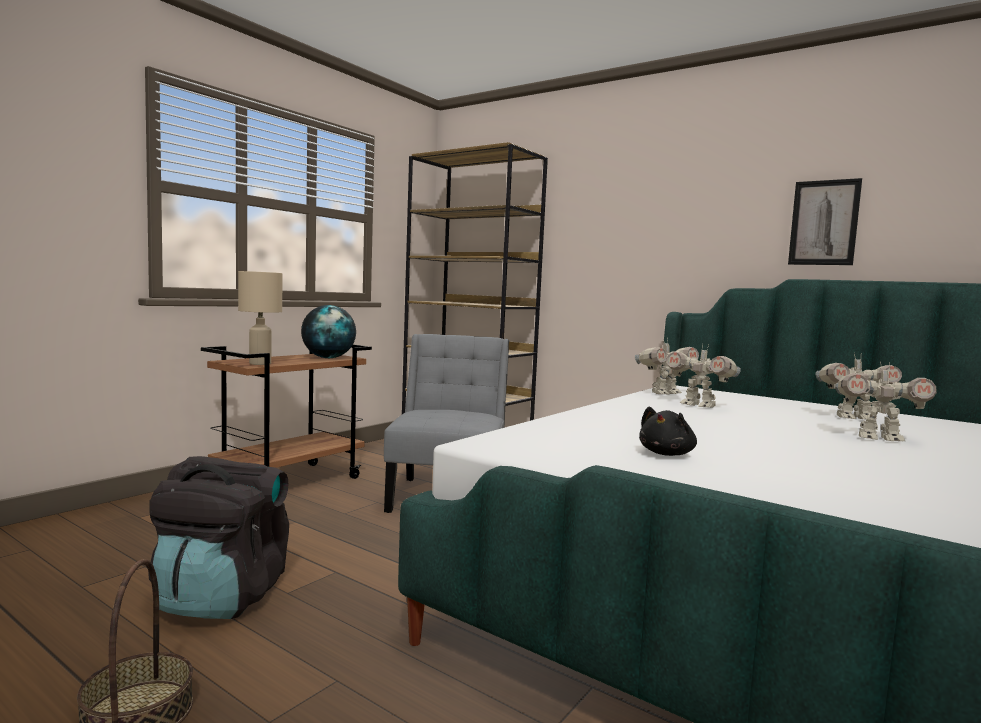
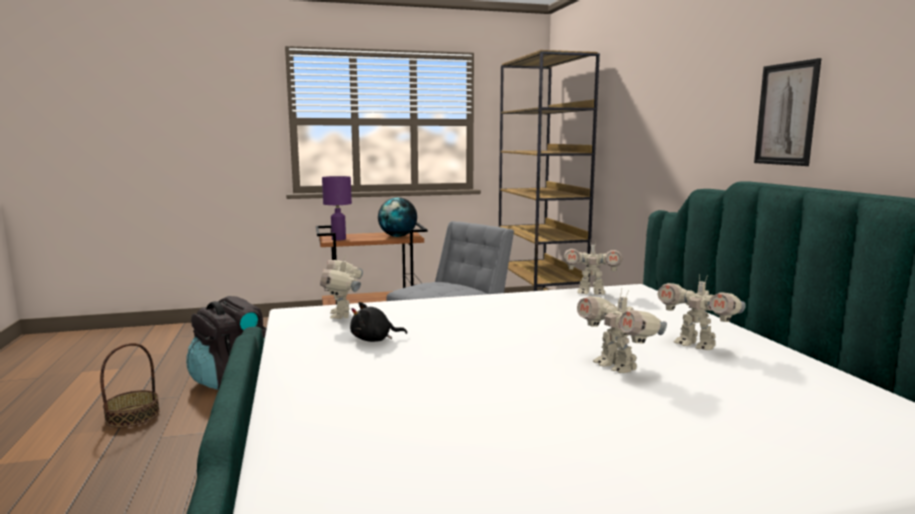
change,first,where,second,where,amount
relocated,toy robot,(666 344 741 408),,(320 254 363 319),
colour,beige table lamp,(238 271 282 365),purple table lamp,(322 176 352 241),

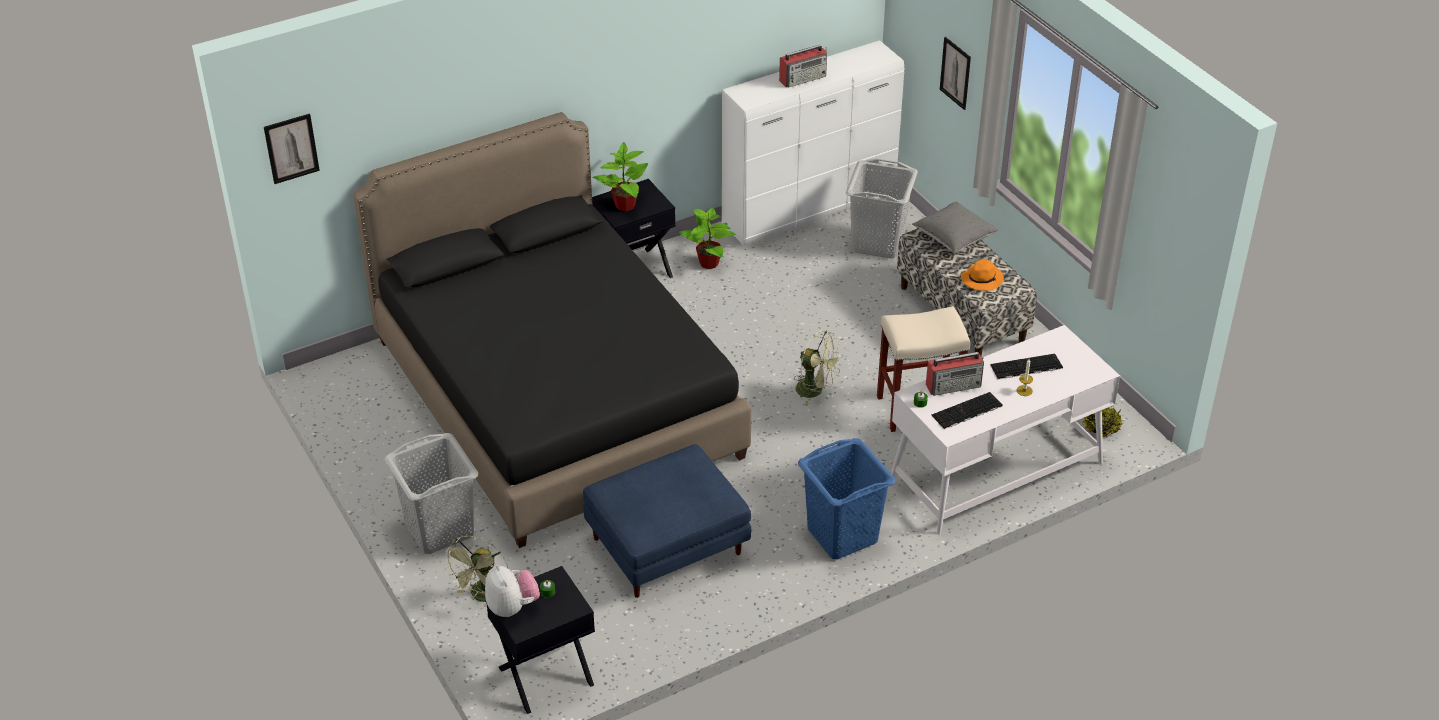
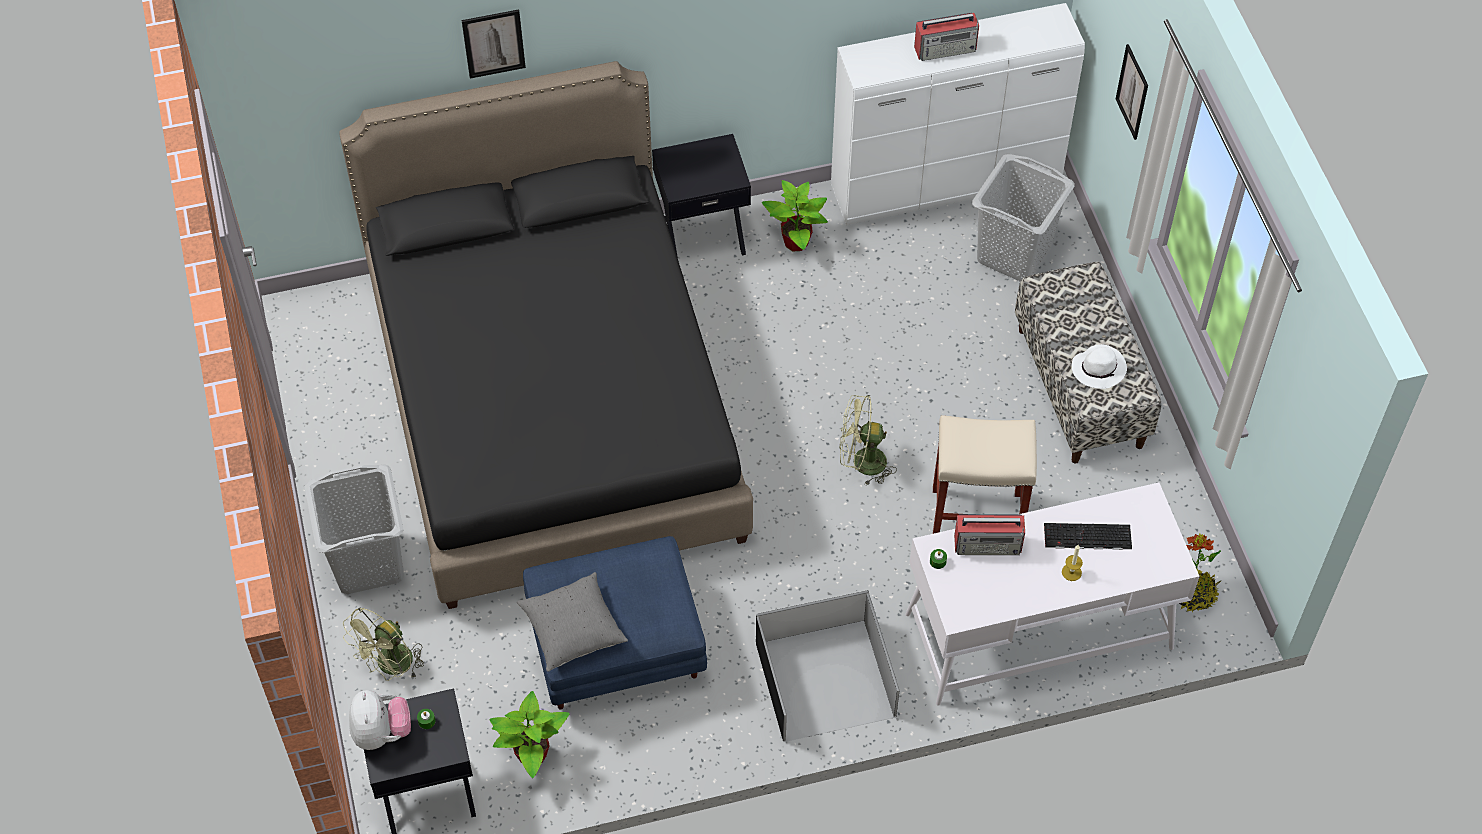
change,first,where,second,where,amount
missing,keyboard,(931 392 1003 429),,,
relocated,picture,(264 114 320 184),,(462 10 526 78),
relocated,potted plant,(593 142 648 211),,(490 691 569 778),
relocated,grey pillow,(912 201 999 253),,(517 572 628 671),
exchanged,blue laundry basket,(798 438 896 559),black storage box,(756 590 900 742),
colour,orange hat,(961 259 1004 291),white hat,(1072 344 1127 389),
spun,green fan,(794 330 843 406),,(840 395 897 486),135 degrees clockwise

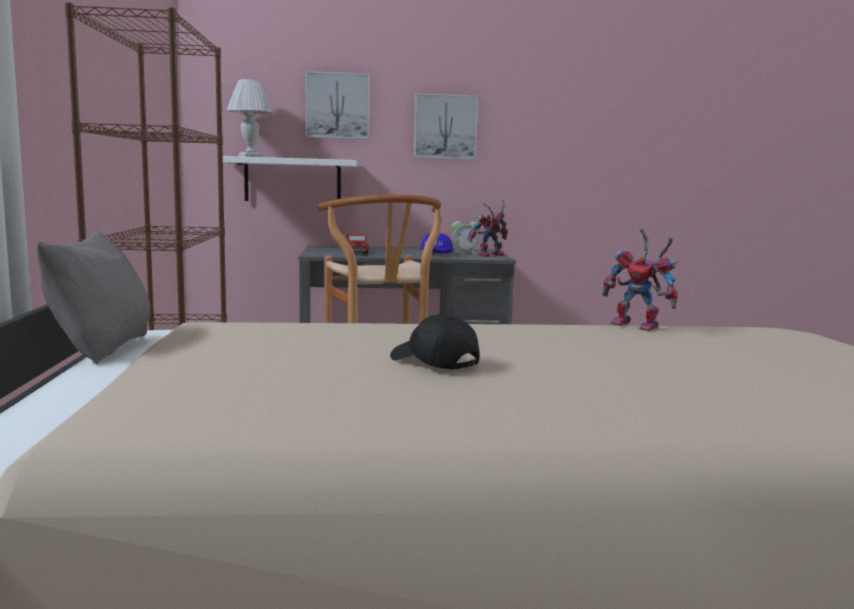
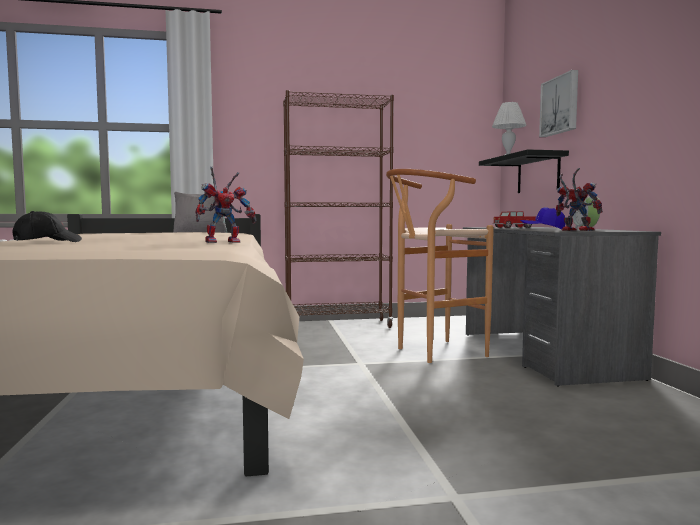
change,first,where,second,where,amount
missing,picture,(414 93 478 159),,,
relocated,black cap,(390 315 480 370),,(12 211 82 242),
colour,white shelf,(223 156 357 201),black shelf,(479 149 569 193),
spun,toy robot,(601 228 678 331),,(195 167 257 243),150 degrees counterclockwise

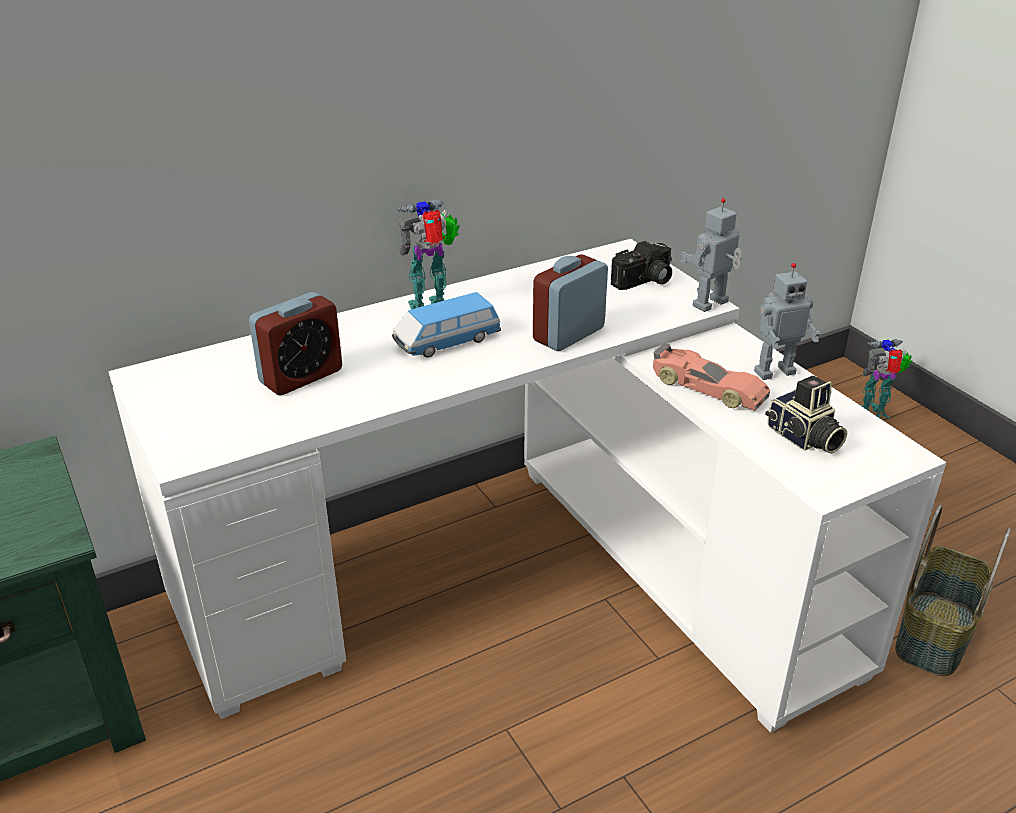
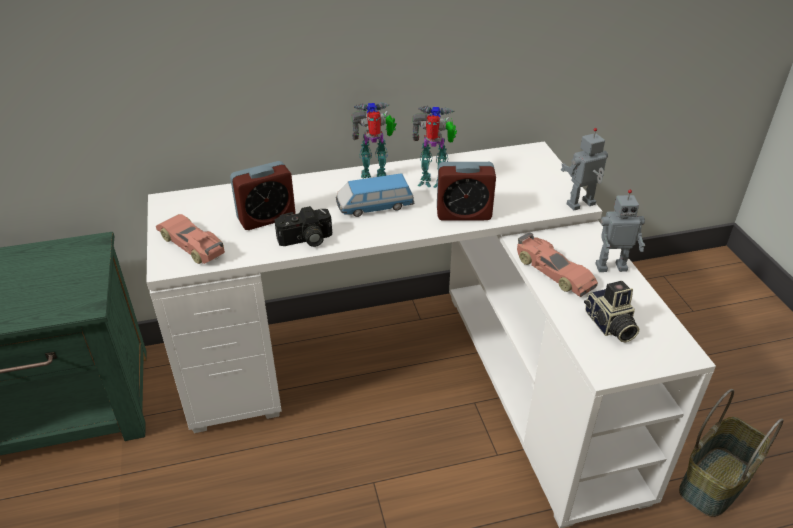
change,first,where,second,where,amount
appeared,,,toy car,(156 214 225 264),
relocated,photo camera,(611 241 672 290),,(275 206 332 247),
relocated,toy robot,(859 339 912 418),,(412 105 457 188),
spun,alarm clock,(533 254 608 351),,(437 162 496 221),150 degrees counterclockwise

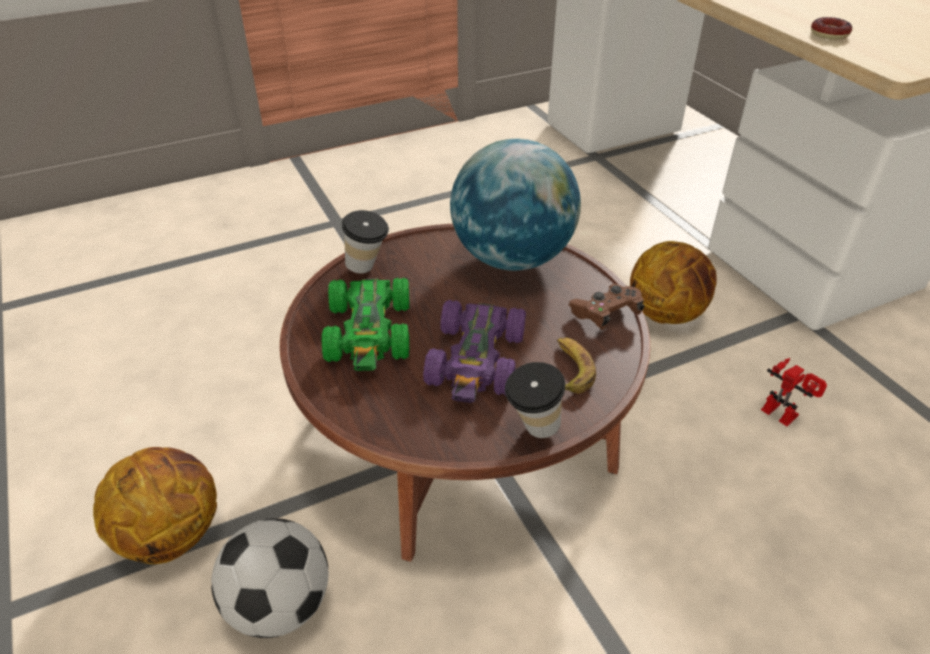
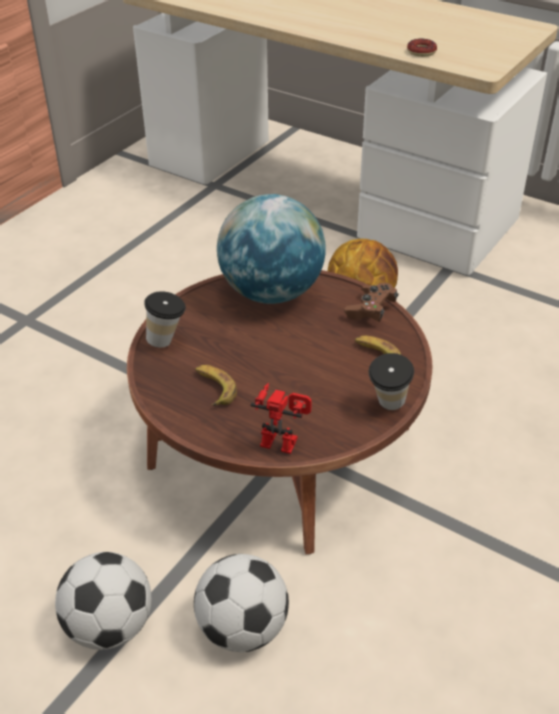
change,first,where,second,where,amount
missing,purple toy car,(423 300 526 403),,,
relocated,toy robot,(761 358 827 426),,(250 383 312 454),
exchanged,basketball,(93 447 217 564),football,(55 552 151 650),
exchanged,green toy car,(322 278 409 371),banana,(195 365 237 406),

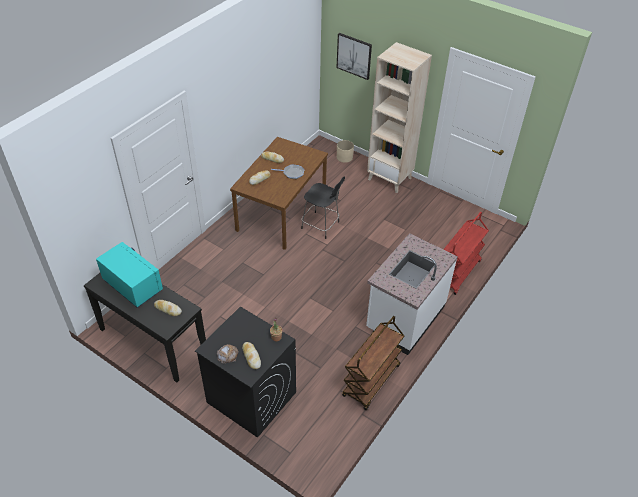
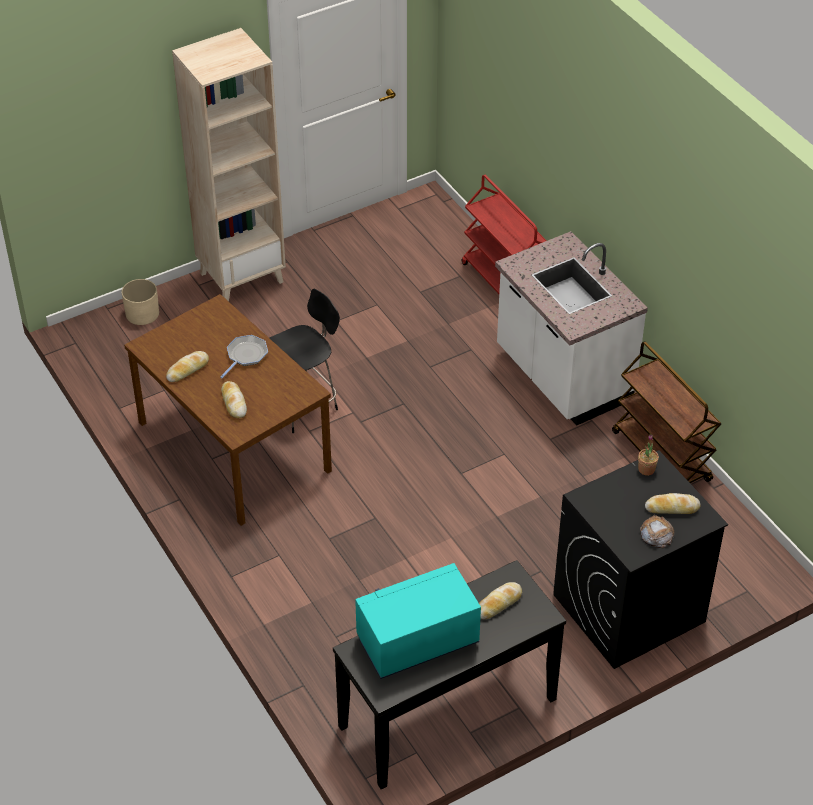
change,first,where,second,where,amount
missing,picture,(336 33 372 80),,,

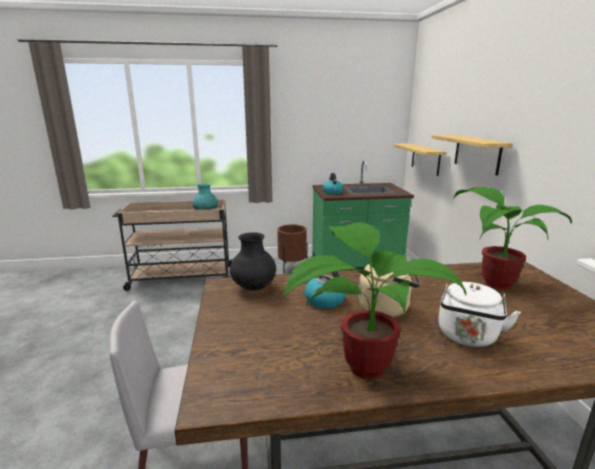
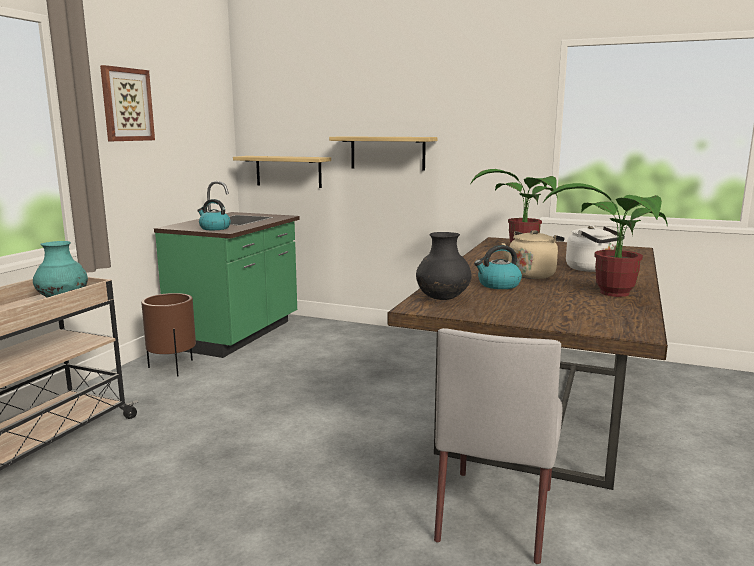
change,first,where,second,where,amount
appeared,,,picture,(100 65 155 141),

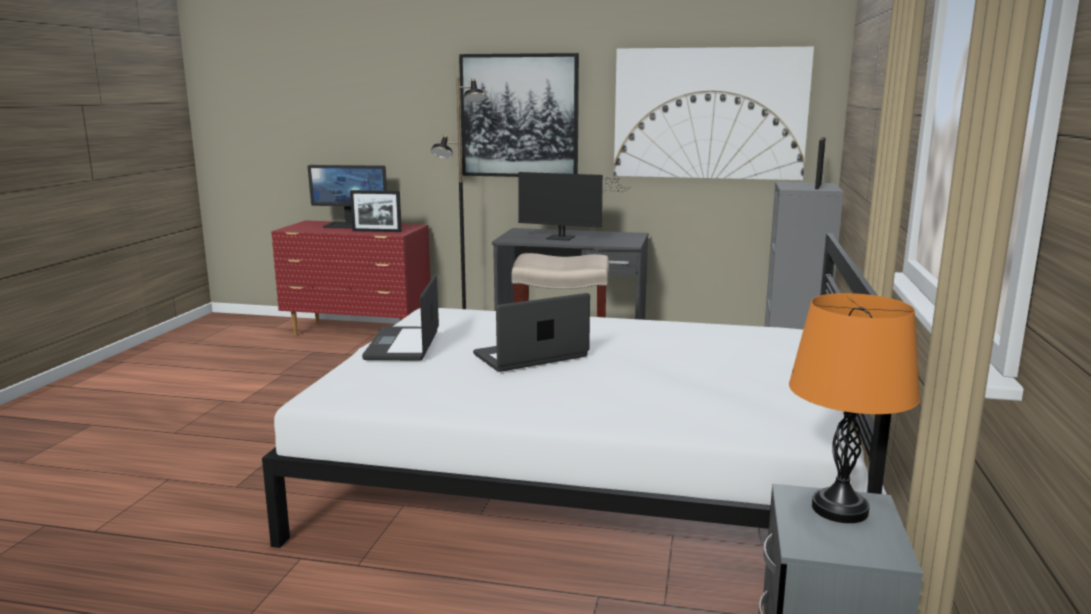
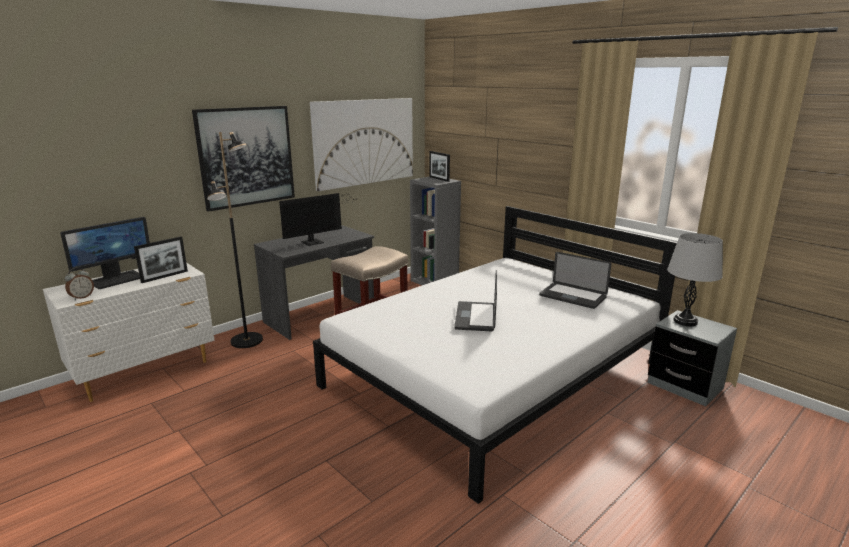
change,first,where,second,where,amount
appeared,,,alarm clock,(65 268 94 300),
relocated,laptop,(362 273 439 360),,(539 252 611 309),
colour,red dresser,(271 220 431 336),white dresser,(43 263 215 402),
colour,orange table lamp,(789 293 920 523),grey table lamp,(667 233 723 326),

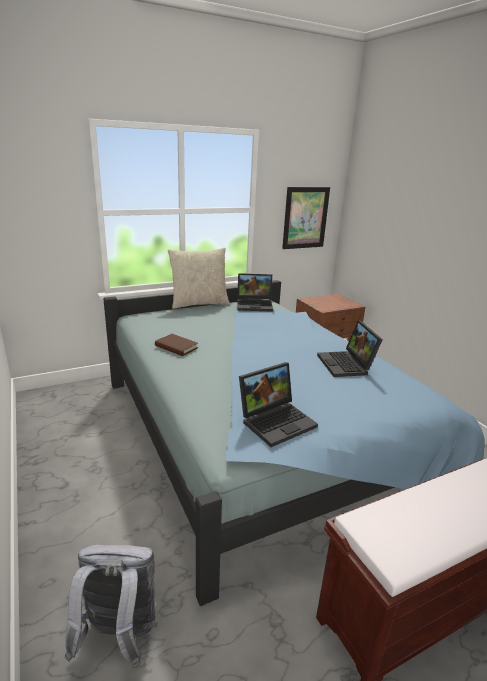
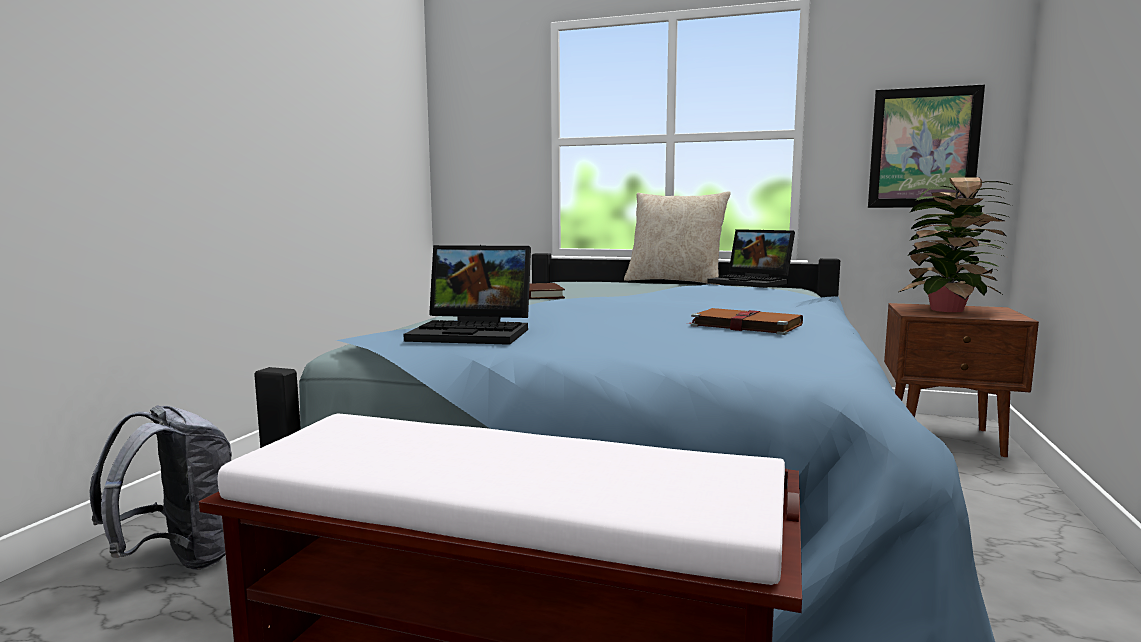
change,first,where,second,where,amount
appeared,,,potted plant,(898 177 1012 312),
exchanged,laptop,(317 320 383 377),brown book,(687 308 803 335),

